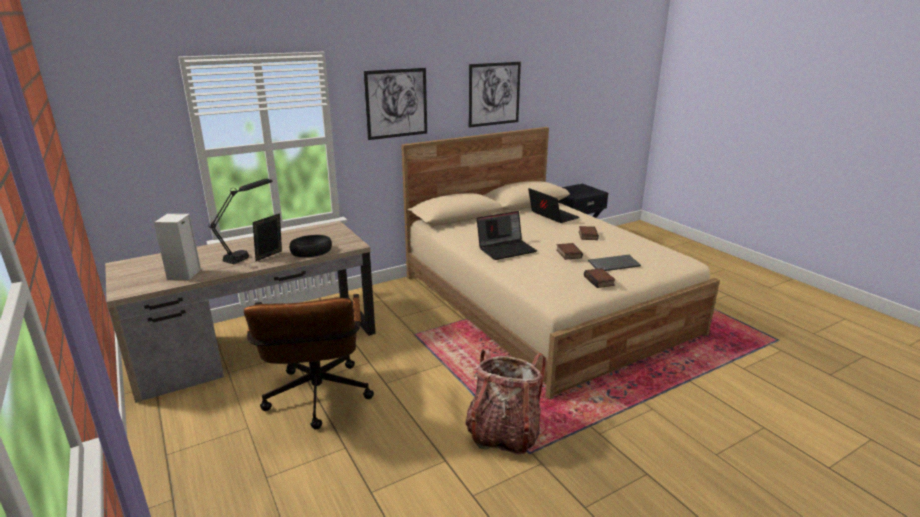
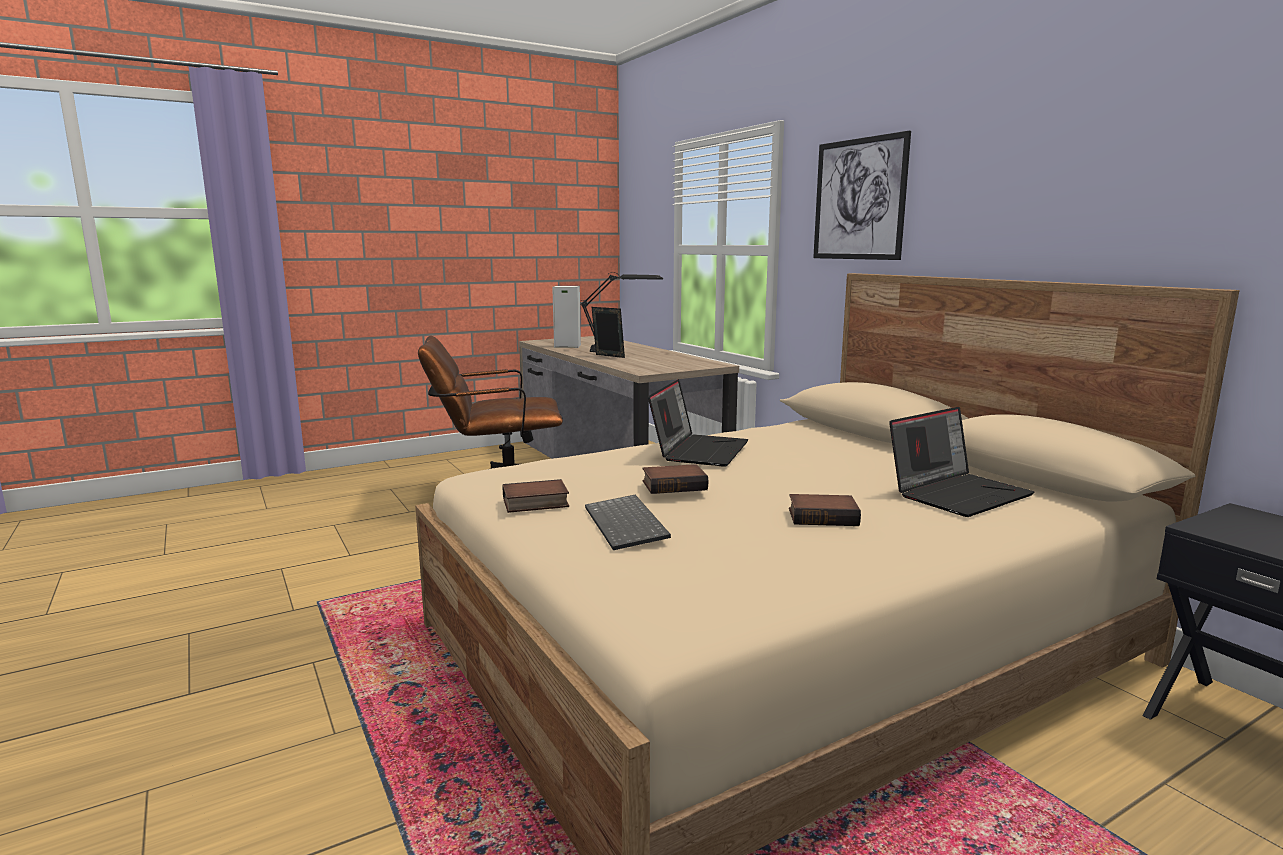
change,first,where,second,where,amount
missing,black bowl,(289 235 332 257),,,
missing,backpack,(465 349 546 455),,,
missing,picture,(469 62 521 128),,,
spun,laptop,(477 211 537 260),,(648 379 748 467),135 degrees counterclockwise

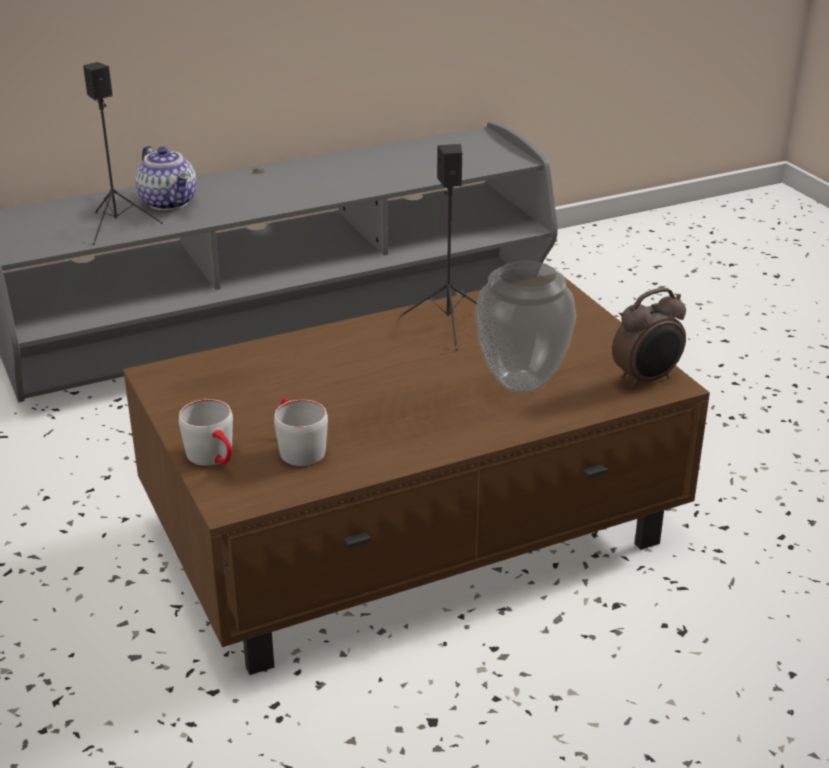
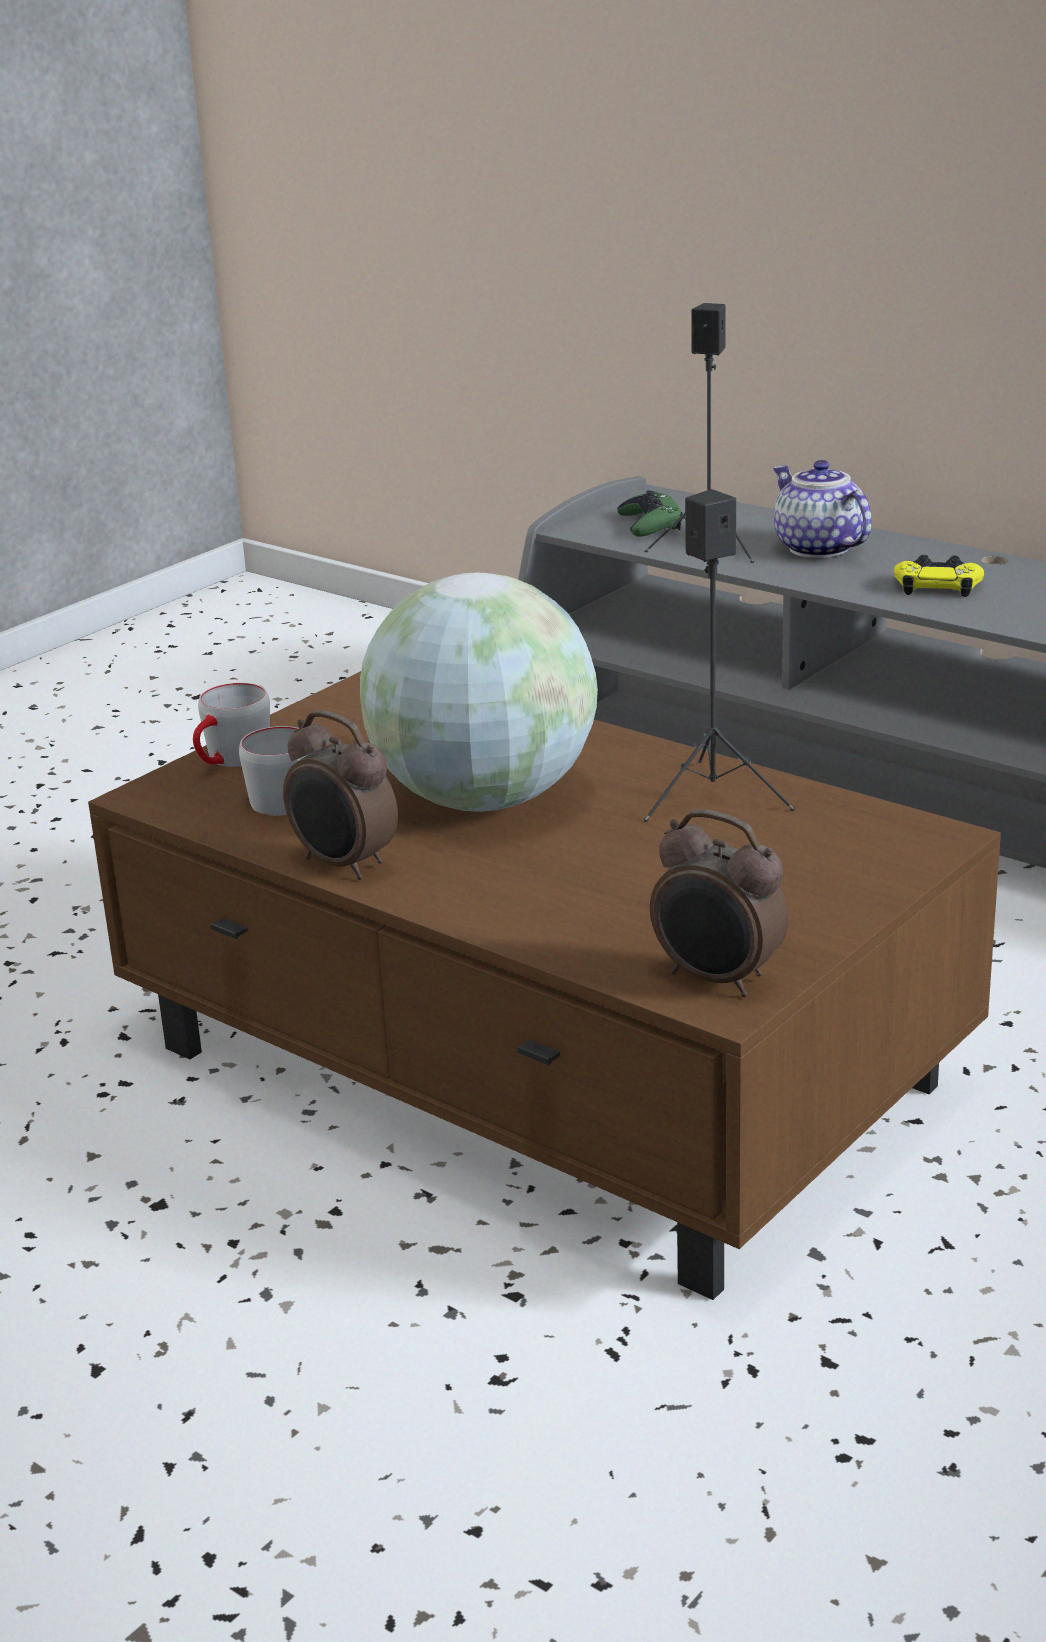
change,first,where,second,where,amount
missing,vase,(475 261 576 393),,,
appeared,,,alarm clock,(283 710 398 880),
appeared,,,globe,(360 573 598 812),
appeared,,,green game controller,(617 490 683 537),
appeared,,,yellow game controller,(894 554 984 597),
spun,teapot,(135 146 197 211),,(773 460 872 558),120 degrees clockwise

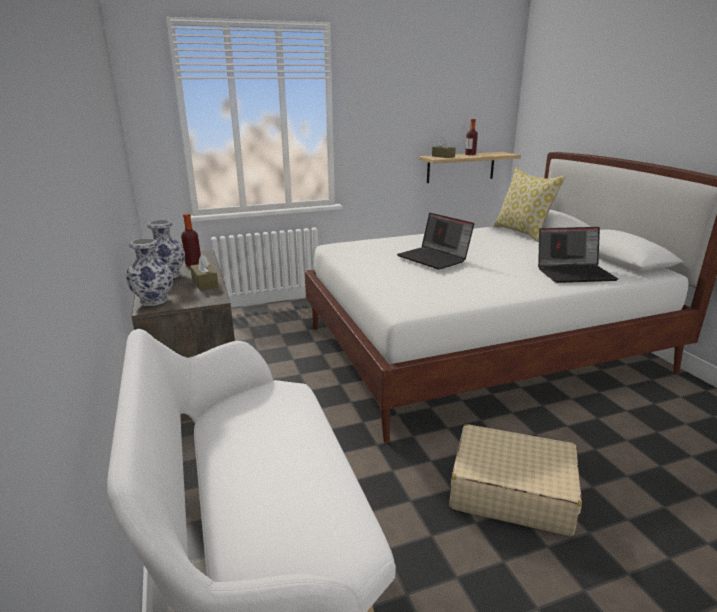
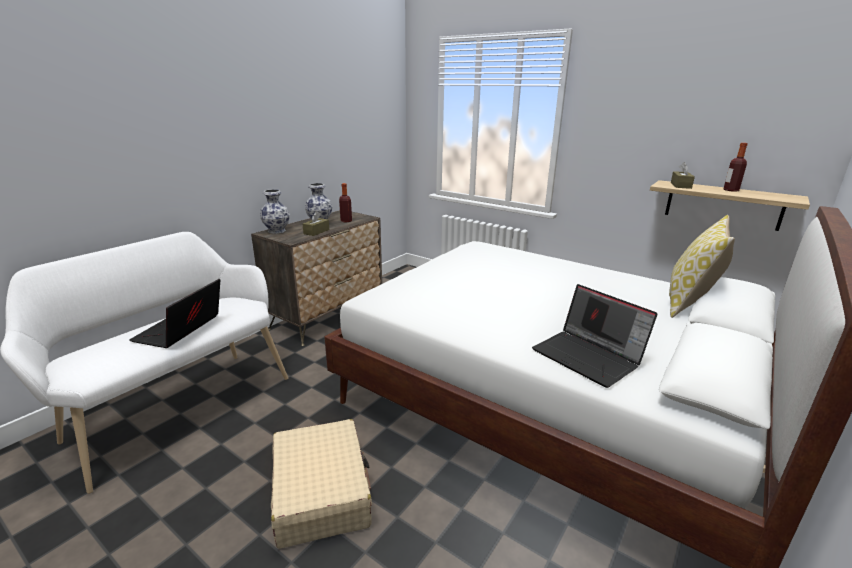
change,first,where,second,where,amount
relocated,laptop,(397 213 474 270),,(129 279 220 348),

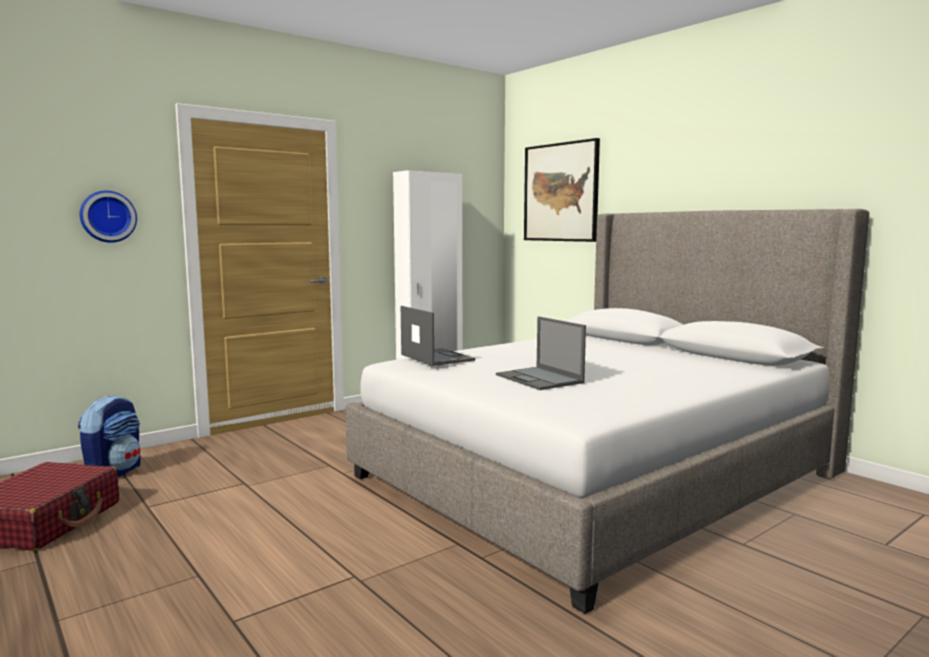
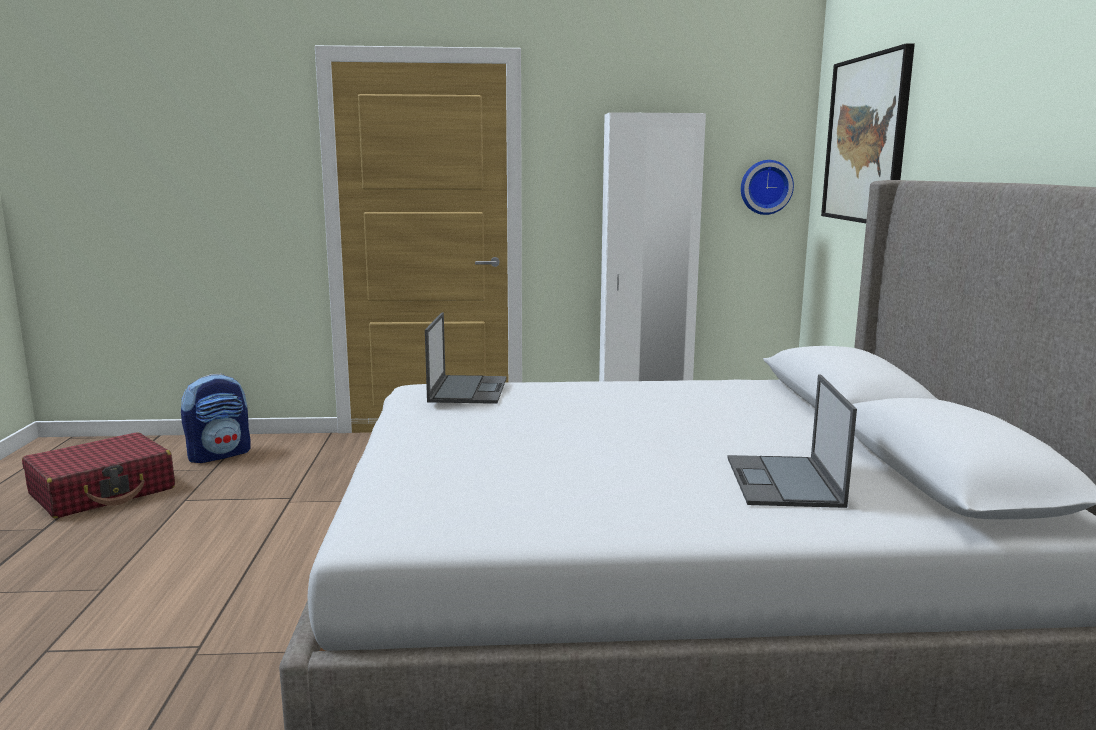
change,first,where,second,where,amount
relocated,wall clock,(80 191 137 243),,(741 160 794 215),
relocated,laptop,(496 316 586 390),,(728 375 857 508),

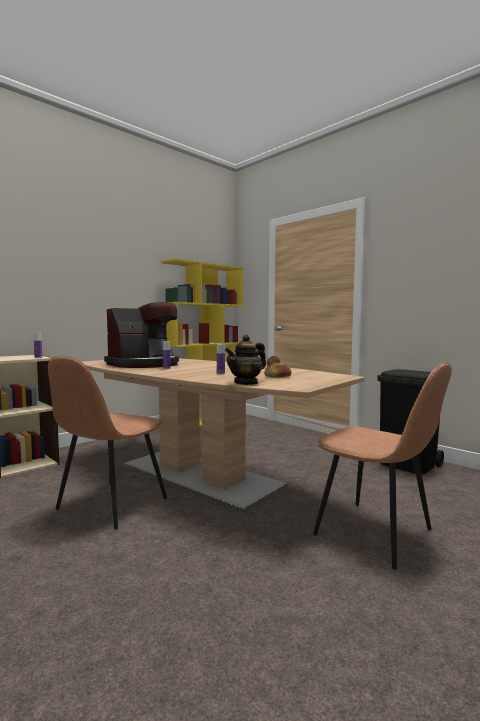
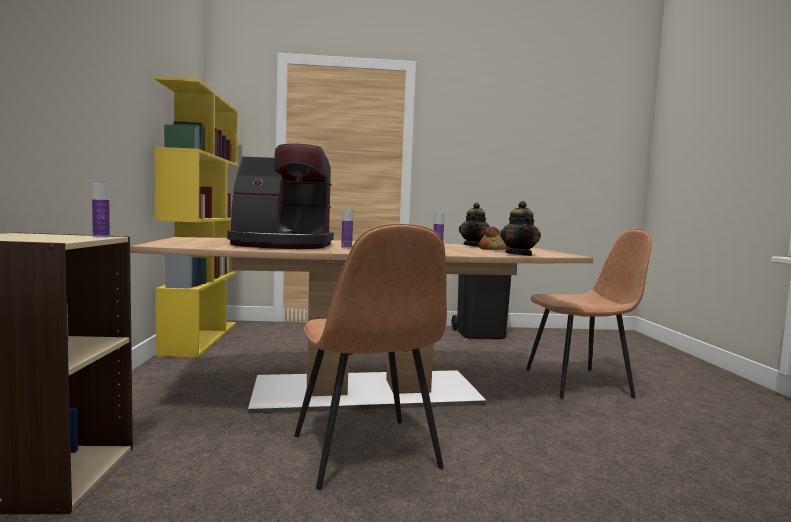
change,first,where,second,where,amount
appeared,,,teapot,(459 202 490 247),
spun,coffee machine,(104 302 179 368),,(227 143 334 249),90 degrees clockwise

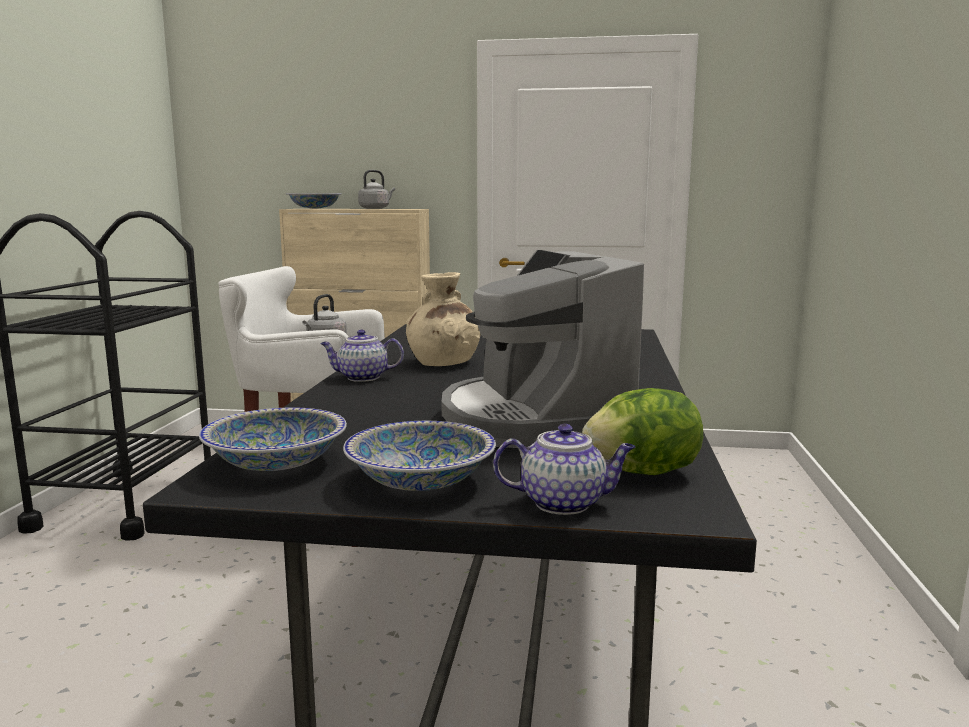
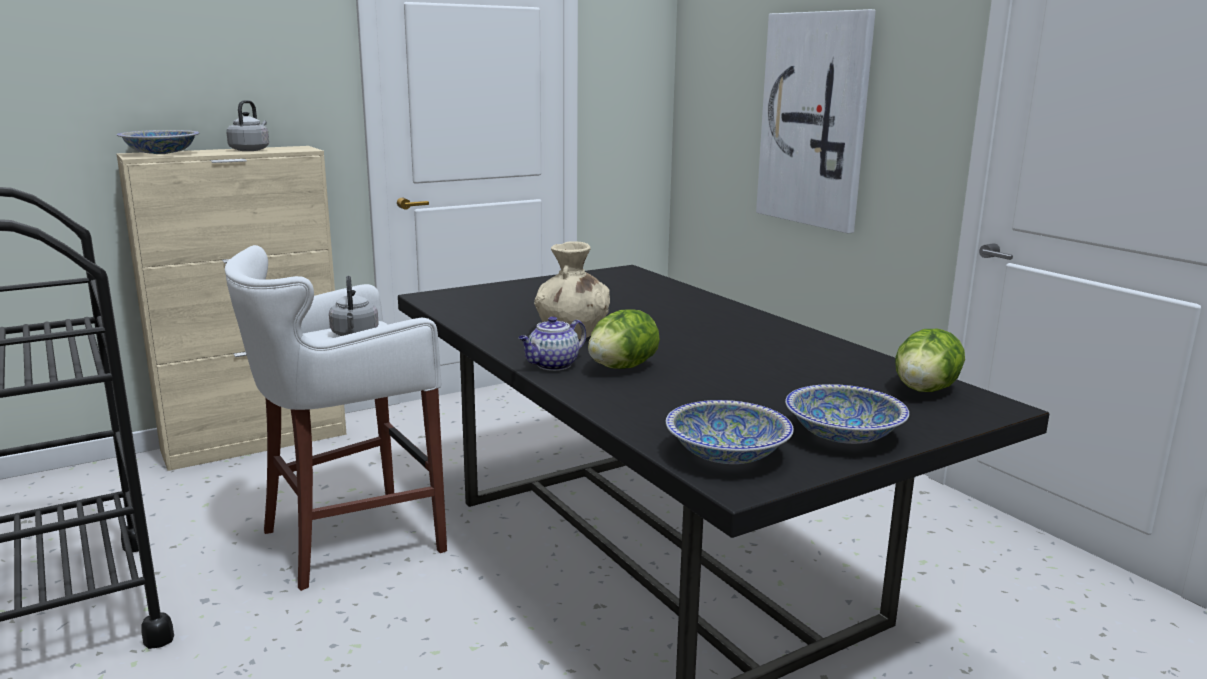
change,first,where,second,where,amount
missing,coffee machine,(441 250 644 448),,,
missing,teapot,(493 424 636 515),,,
appeared,,,lettuce,(588 310 660 369),
appeared,,,picture,(756 9 876 233),

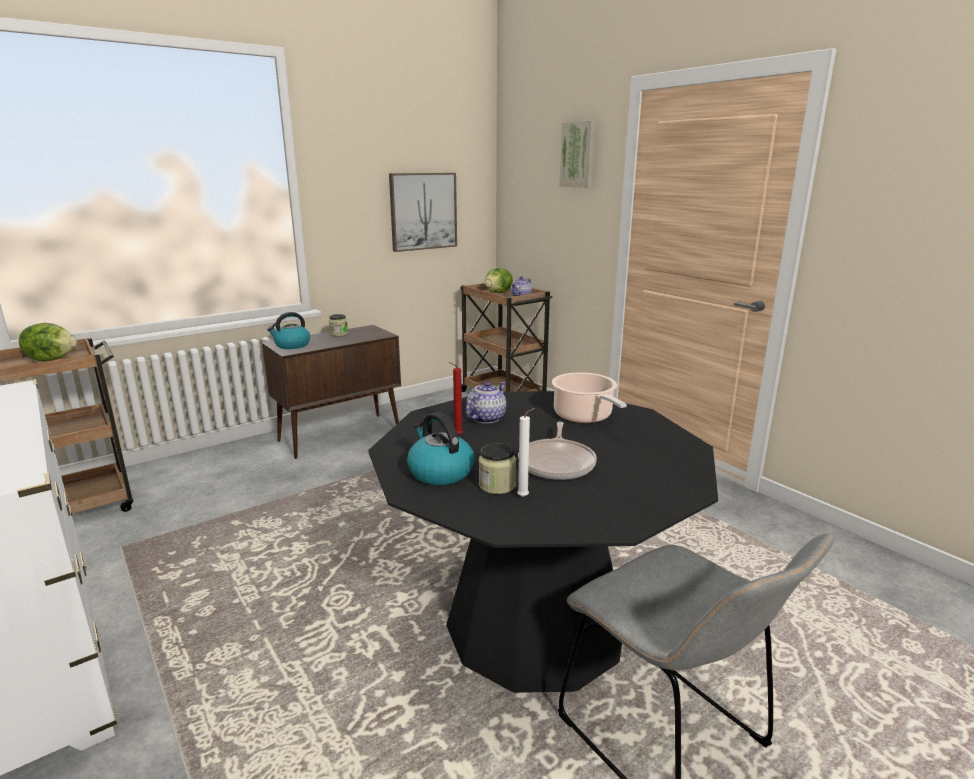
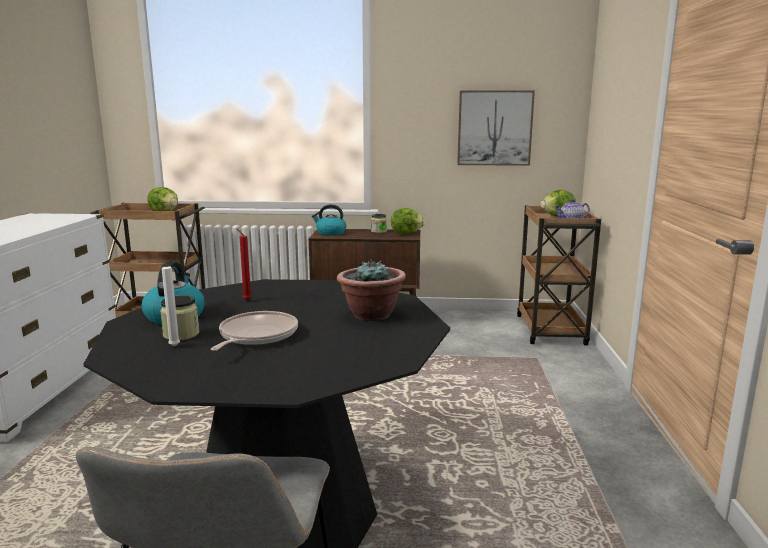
change,first,where,second,where,amount
missing,teapot,(466 381 506 424),,,
missing,picture,(559 120 596 188),,,
appeared,,,lettuce,(391 208 425 234),
exchanged,cooking pot,(552 372 627 423),potted plant,(337 259 406 321),
spun,frying pan,(518 422 597 480),,(211 311 298 351),150 degrees clockwise

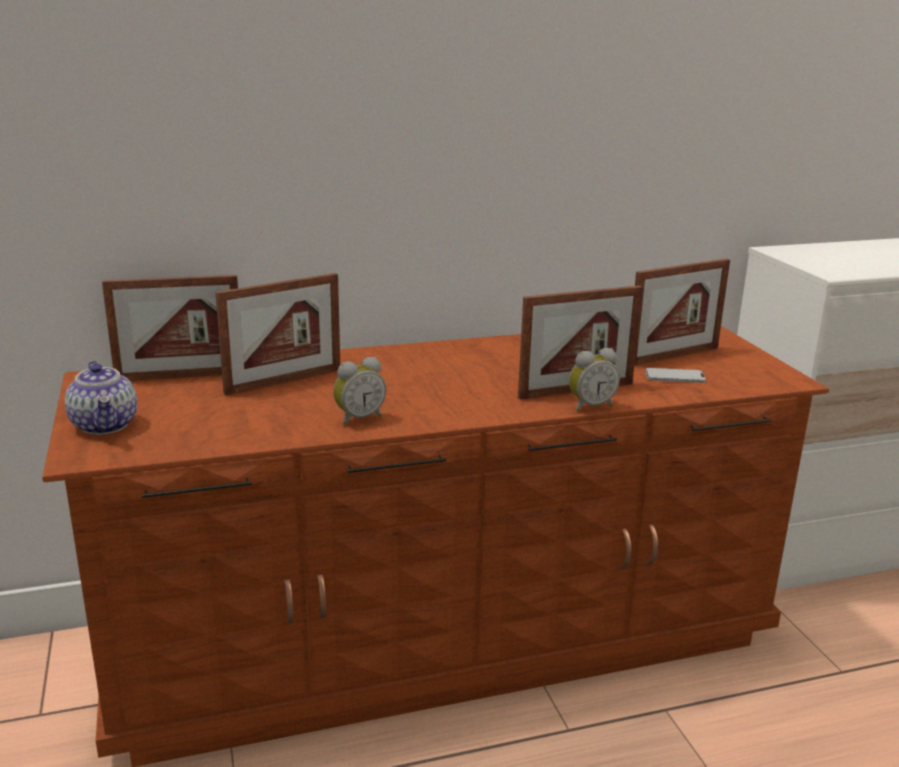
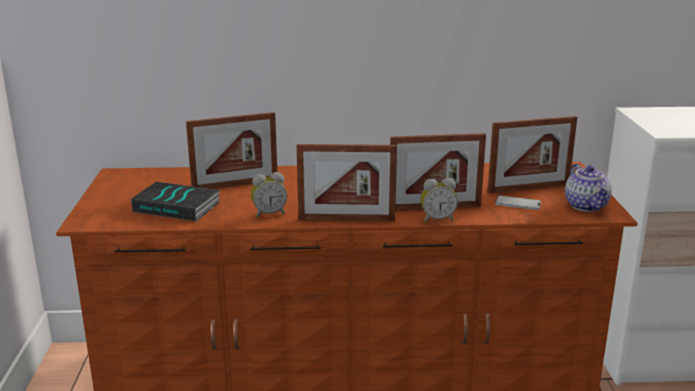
change,first,where,second,where,amount
appeared,,,book,(131 182 220 221),
relocated,teapot,(65 361 137 435),,(565 163 612 212),
relocated,picture frame,(102 275 238 381),,(296 144 397 221),

